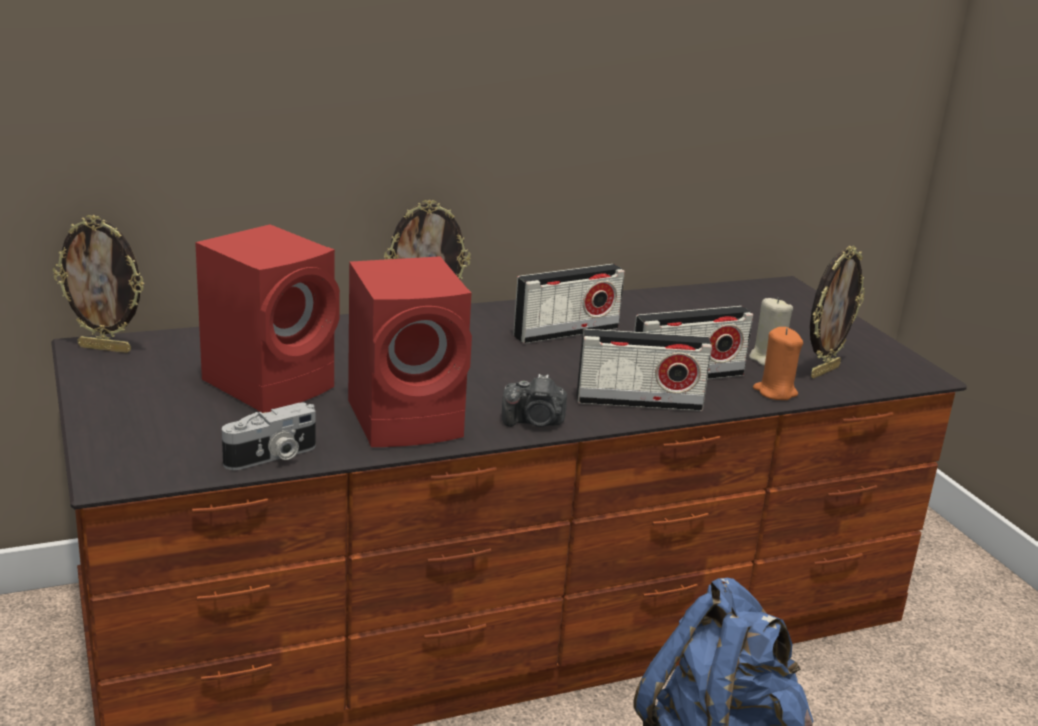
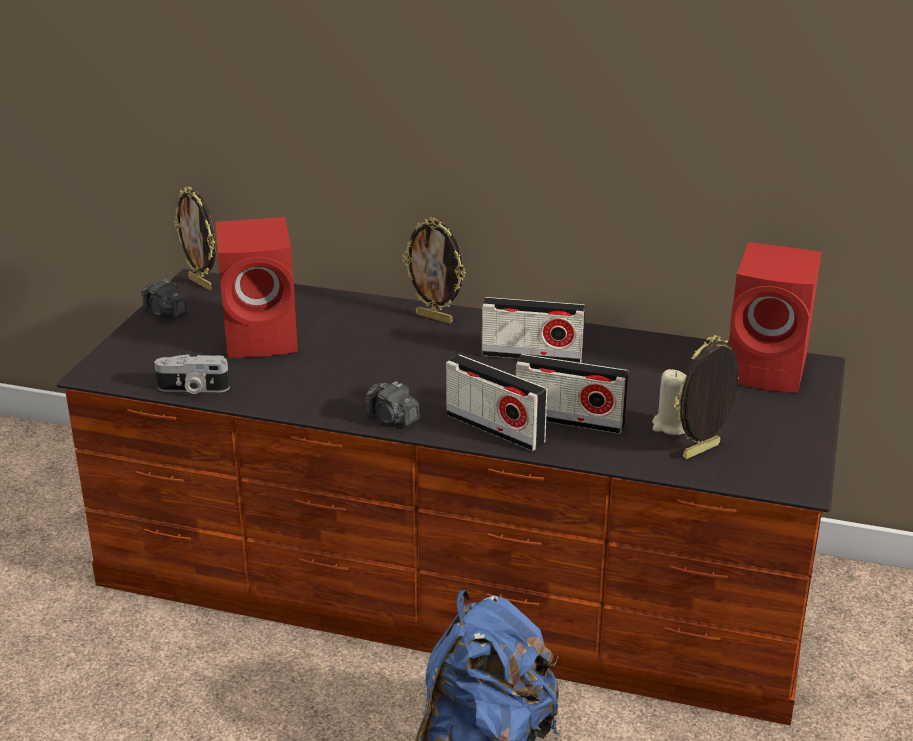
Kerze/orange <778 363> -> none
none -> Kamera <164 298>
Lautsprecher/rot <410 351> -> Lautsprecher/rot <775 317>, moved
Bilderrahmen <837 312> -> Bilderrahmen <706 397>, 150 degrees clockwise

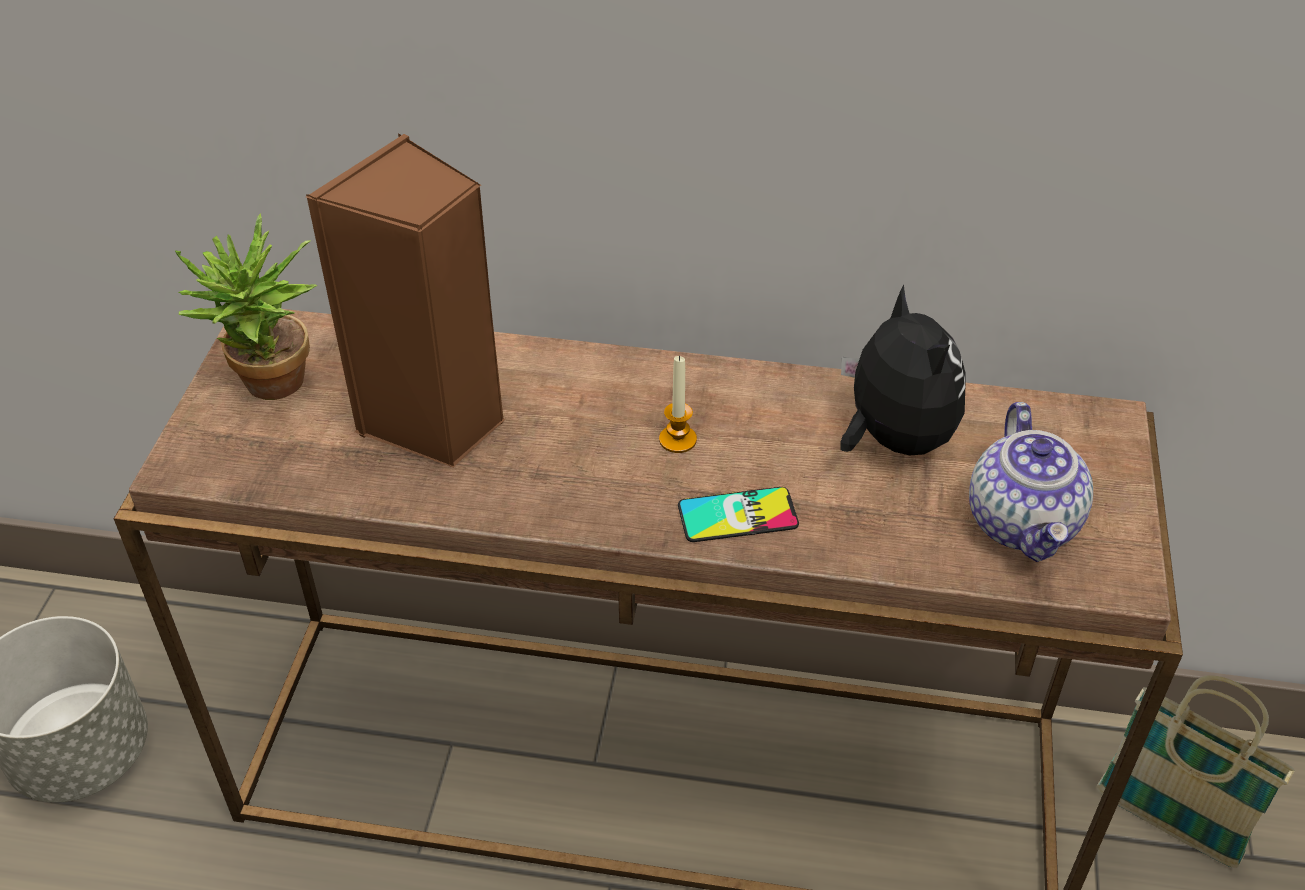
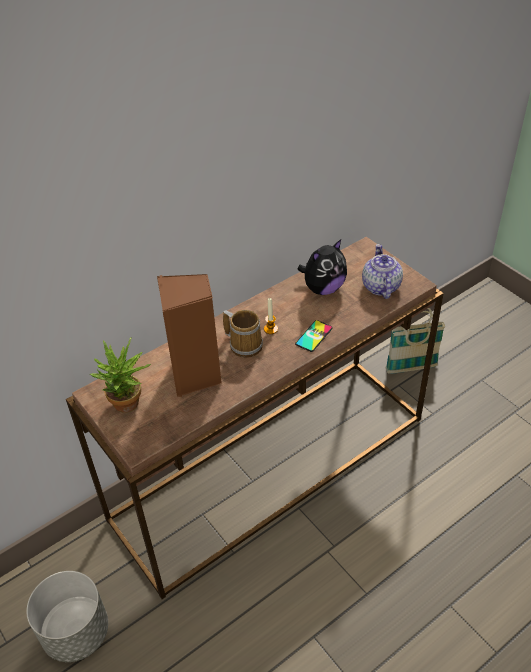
none -> Henkelbecher <243 333>
Plüschtier <903 370> -> Plüschtier <322 267>, 120 degrees clockwise
Teekanne <1031 482> -> Teekanne <382 271>, 135 degrees counterclockwise

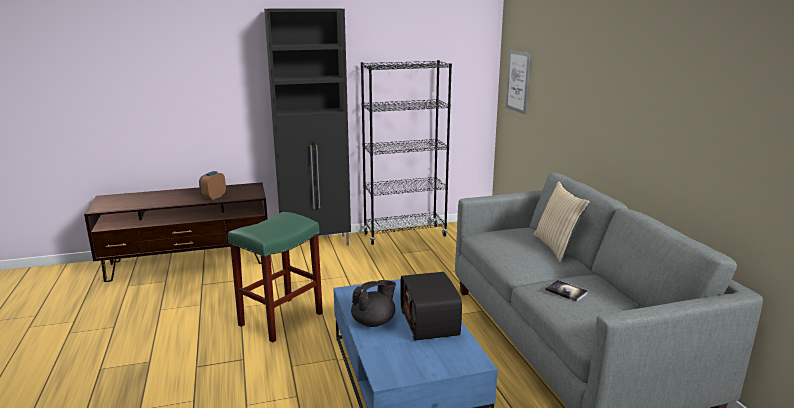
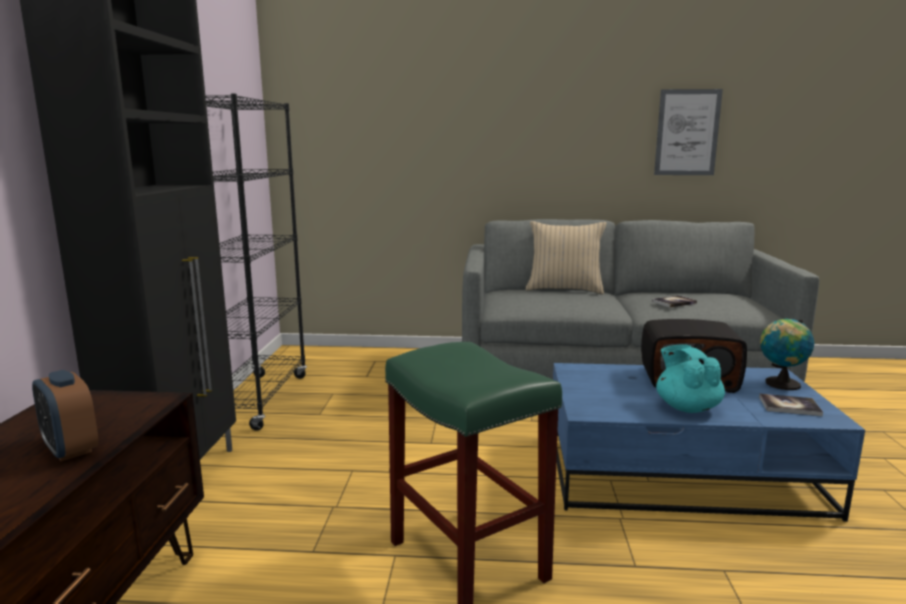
none -> Buch <791 405>
none -> Globus <787 354>
Bild <518 82> -> Bild <688 132>, moved
Teekanne/schwarz <373 303> -> Teekanne/türkis <690 379>

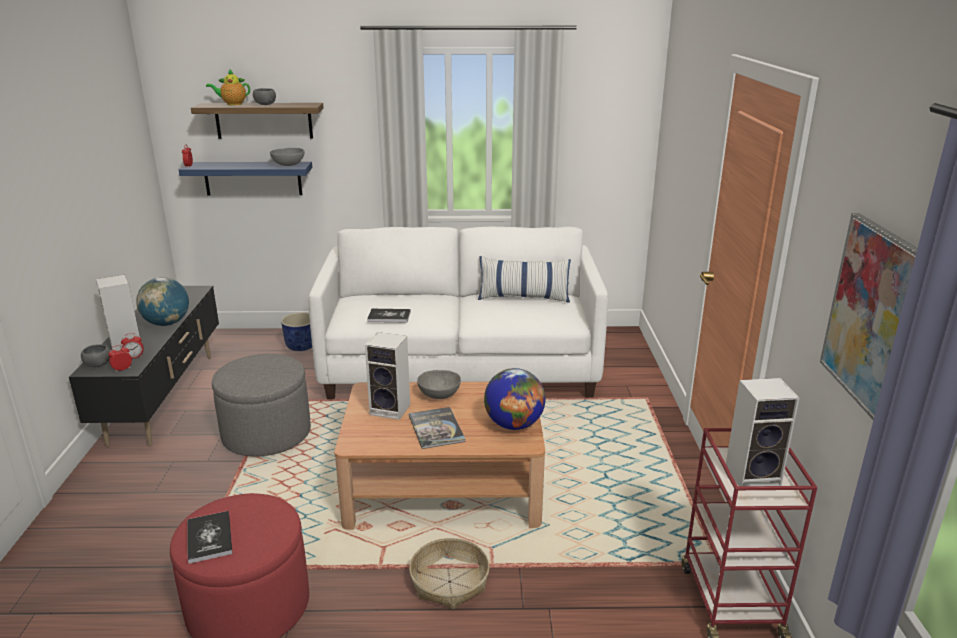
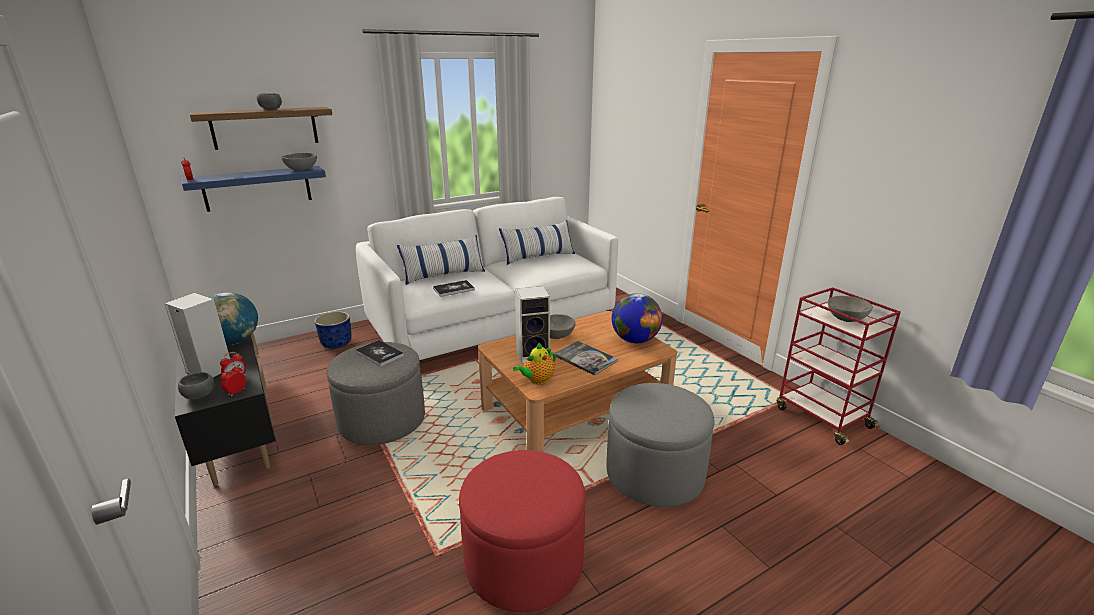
Bild <868 316> -> none
none -> Kissen <441 260>
Buch <209 537> -> Buch <379 353>, moved
Teekanne <228 87> -> Teekanne <534 364>, moved
Korb <449 574> -> Polsterhocker/grau <660 445>
Lautsprecher <762 432> -> Schüssel/grau <850 309>

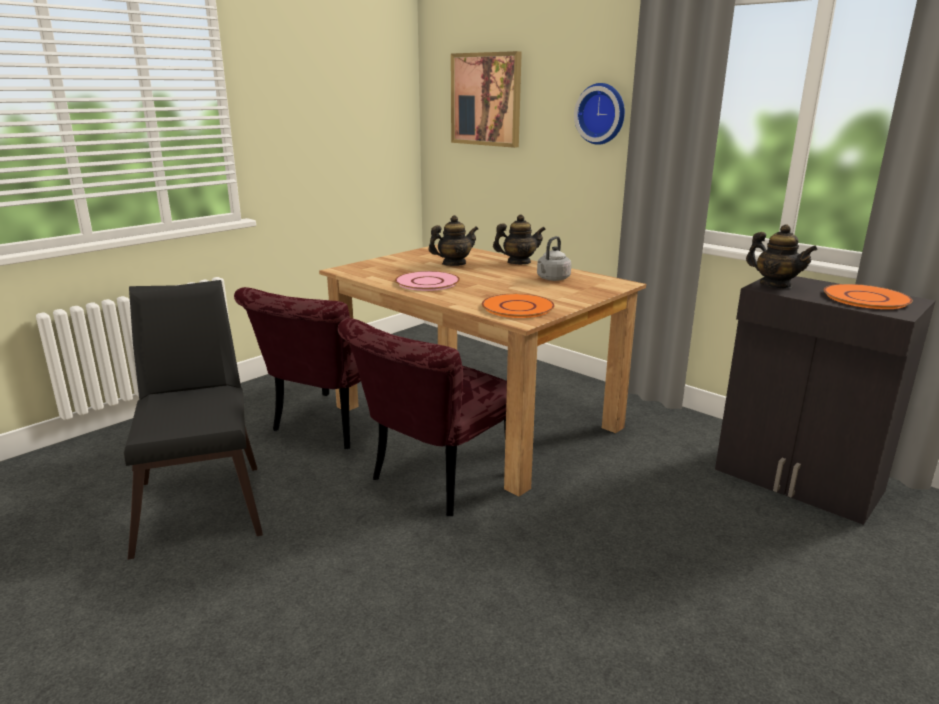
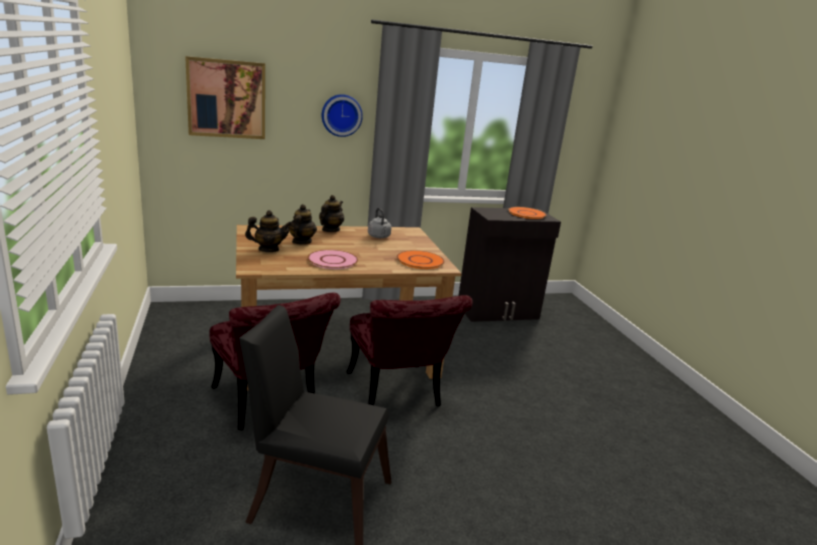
Teekanne <781 256> -> Teekanne <268 231>, moved

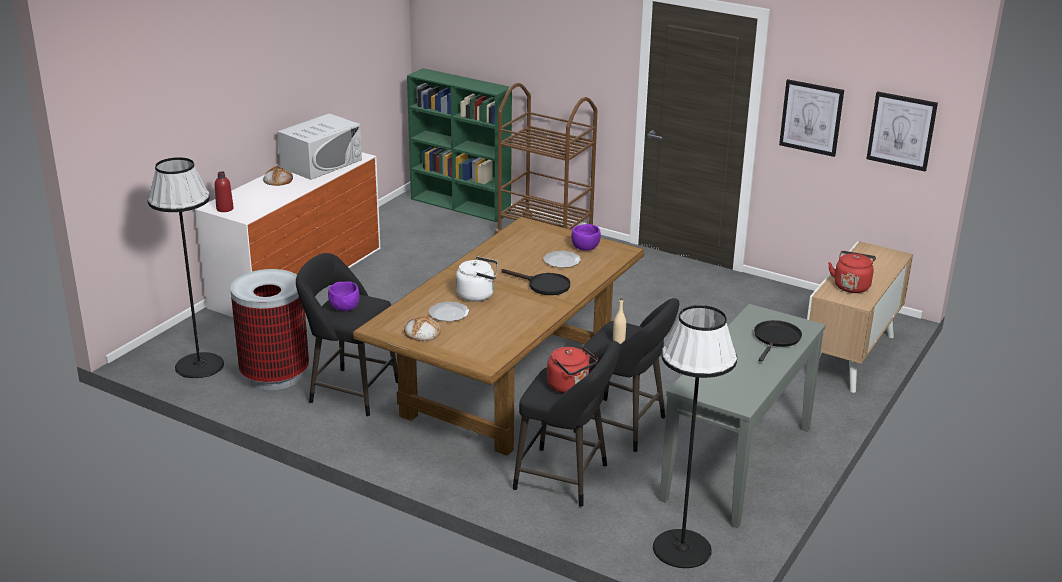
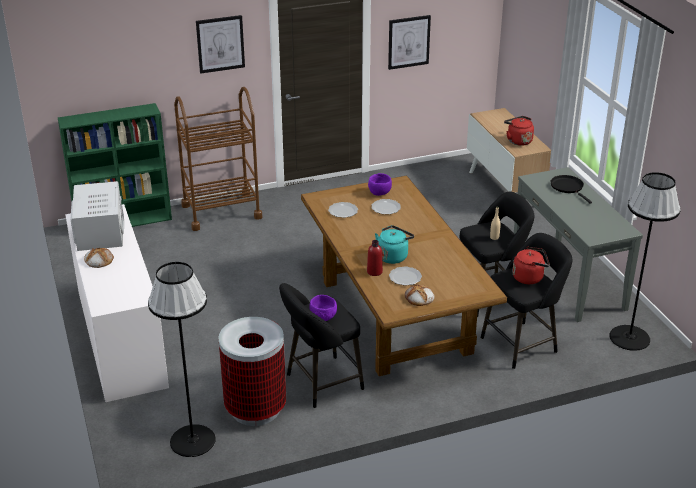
Pfanne/schwarz <535 282> -> none
none -> Teller <343 210>
Flasche/rot <224 191> -> Flasche/rot <375 258>, moved
Bild <902 131> -> Bild <220 44>, moved
Wasserkessel/weiß <477 278> -> Wasserkessel/türkis <394 244>

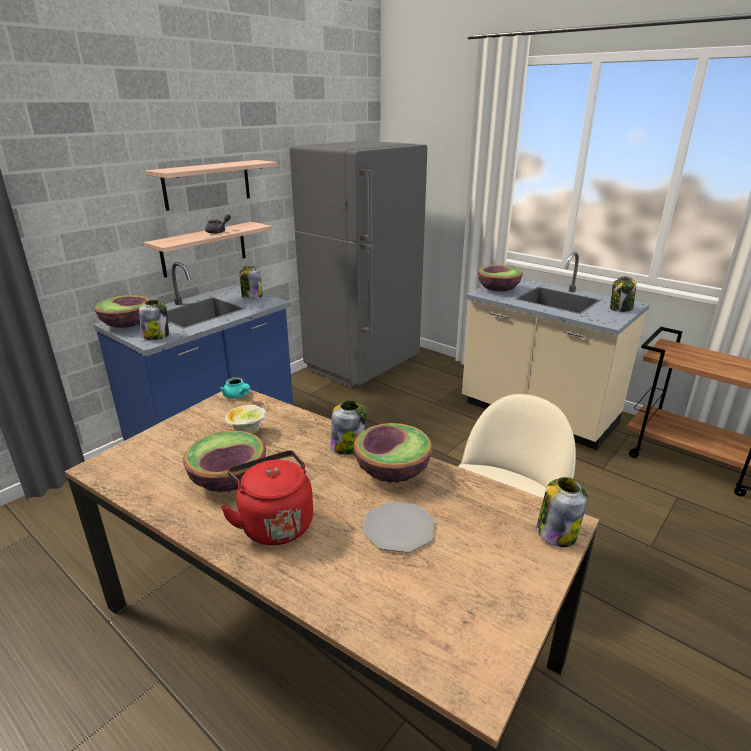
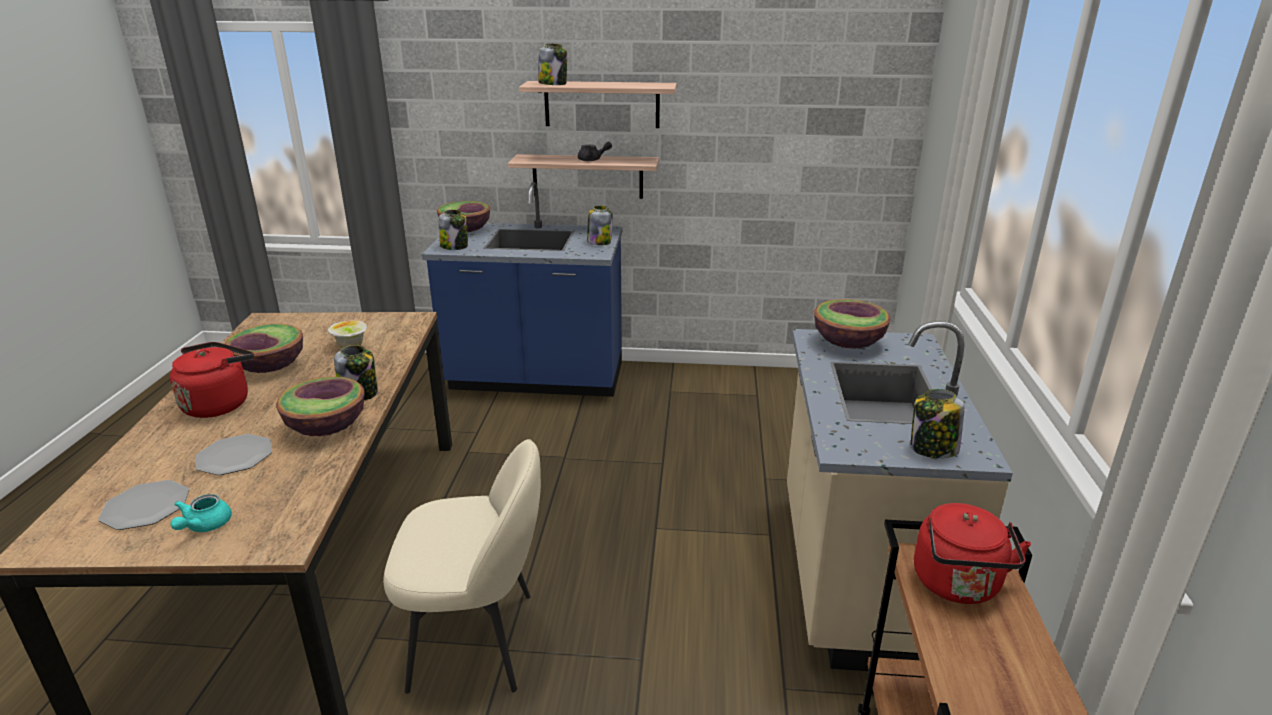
Kühlschrank/grau <358 264> -> none
none -> Teller <143 505>
none -> Wasserkessel/rot <972 553>
Teekanne/türkis <234 388> -> Teekanne/türkis <201 513>, moved
Vorratsglas <562 512> -> Vorratsglas <552 64>, moved

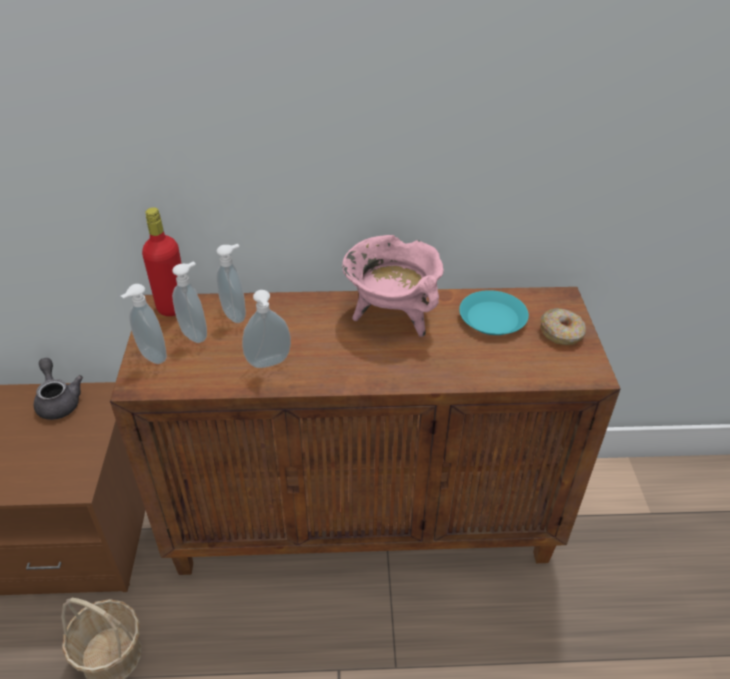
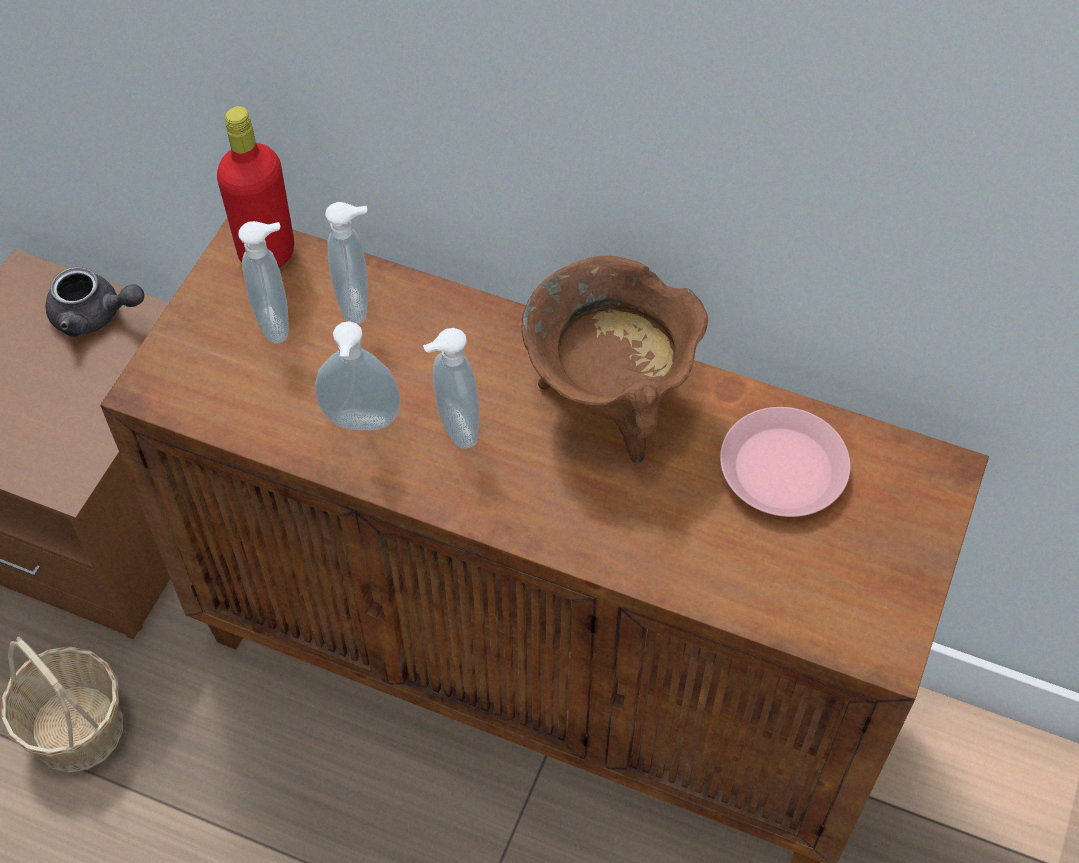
Donut <563 326> -> none
Seifenspender <144 324> -> Seifenspender <451 388>, moved
Kochtopf/rosa <393 286> -> Kochtopf/braun <614 359>
Teller/türkis <494 312> -> Teller/rosa <785 462>
Teekanne/grau <58 389> -> Teekanne/grau <95 302>, 105 degrees clockwise

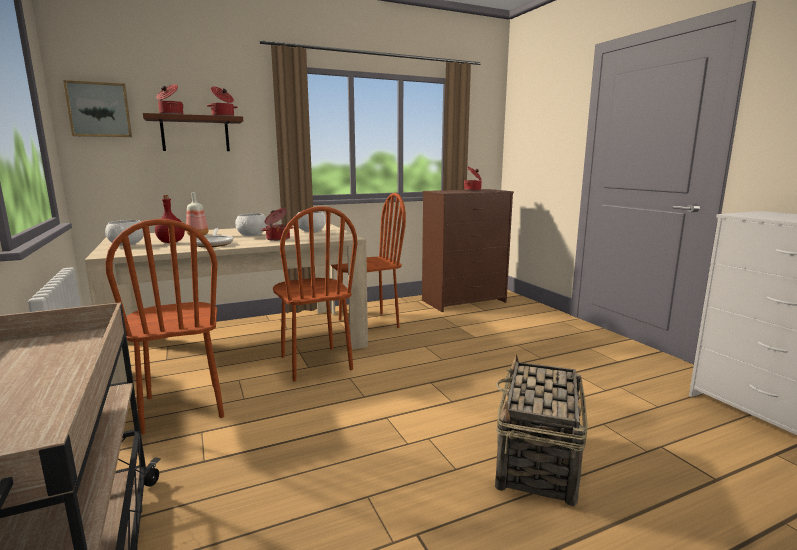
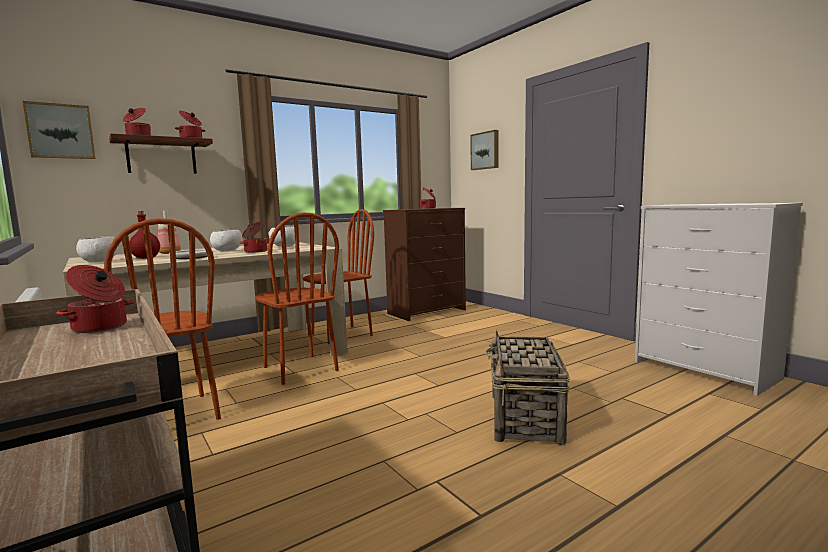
none -> Kochtopf <95 299>
none -> Bild <484 150>

